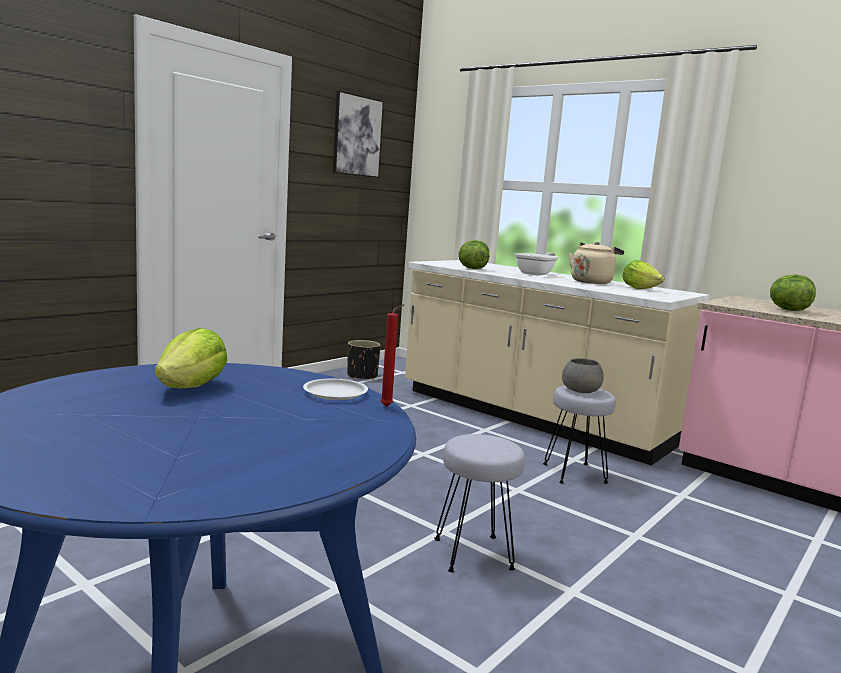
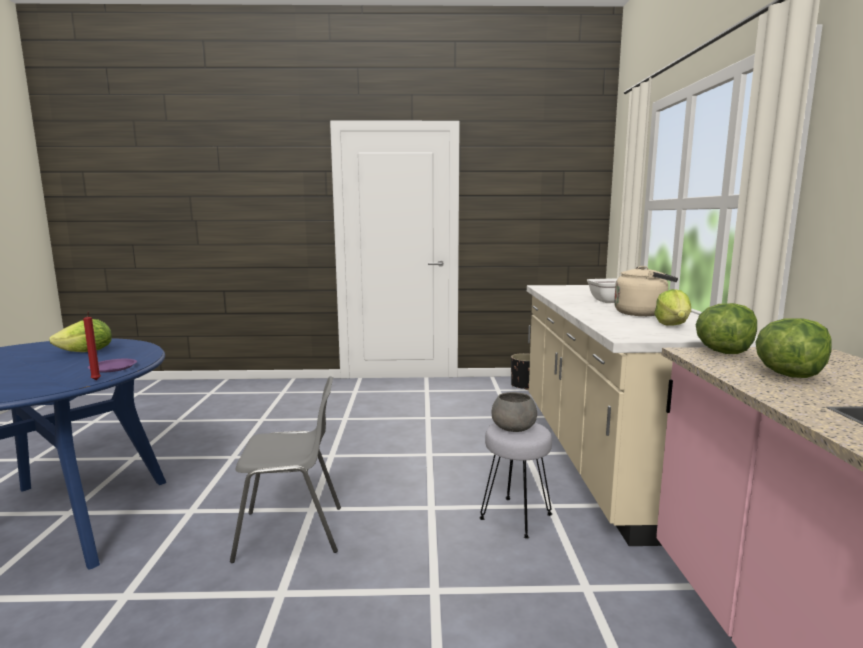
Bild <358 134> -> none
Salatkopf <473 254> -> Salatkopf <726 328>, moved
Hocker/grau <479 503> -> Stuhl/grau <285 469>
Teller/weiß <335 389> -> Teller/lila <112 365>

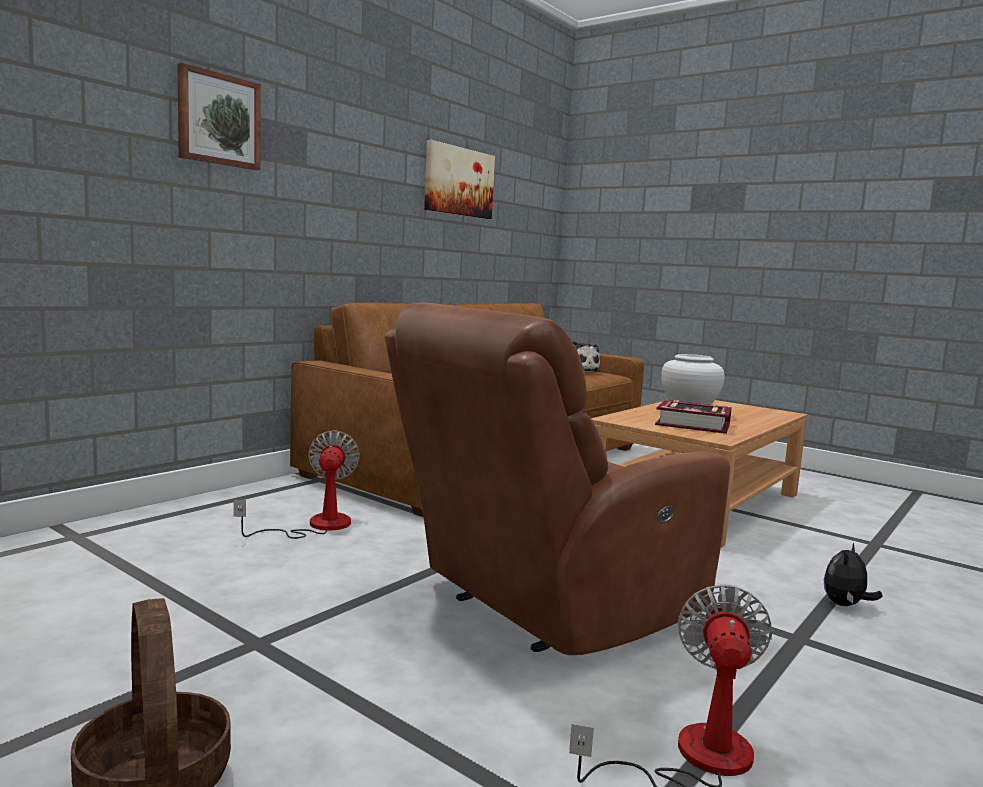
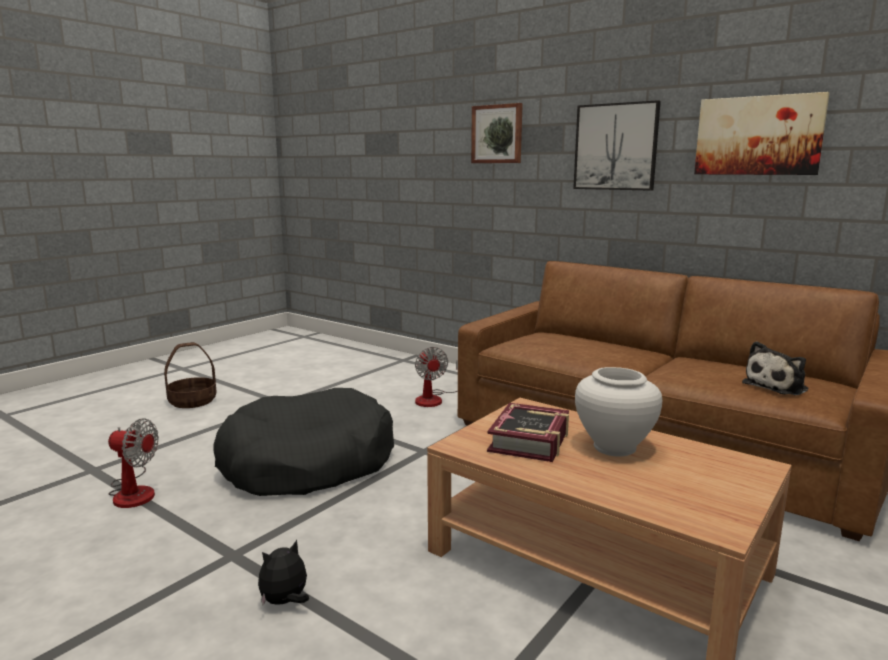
none -> Bild <617 145>
Sessel/braun <557 478> -> Hundebett/schwarz <303 442>
Ventilator <297 484> -> Ventilator <436 377>, 75 degrees clockwise
Plüschtier <853 574> -> Plüschtier <283 573>, 75 degrees counterclockwise

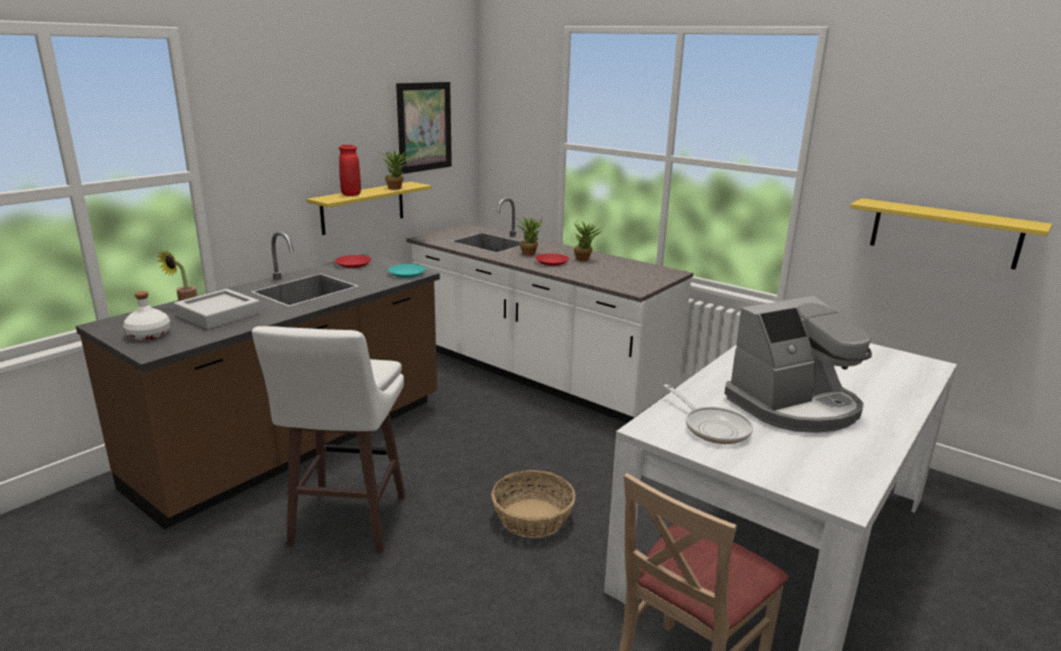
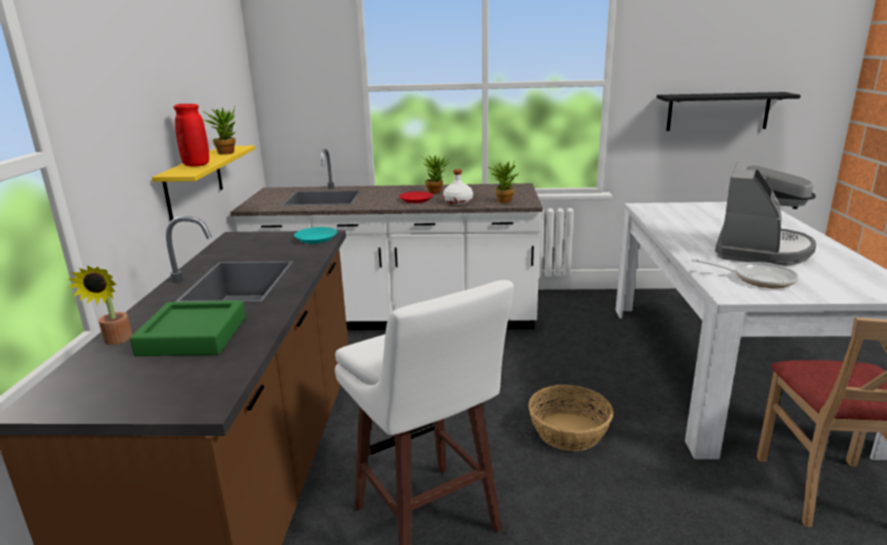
Teller/rot <353 261> -> none
Bild <424 128> -> none
Flasche/weiß <147 315> -> Flasche/weiß <458 187>, moved
Topfpflanze <530 236> -> Topfpflanze <503 181>, moved
Tablett/grau <217 309> -> Tablett/grün <188 328>
Wandregal/gelb <951 233> -> Wandregal/schwarz <729 111>

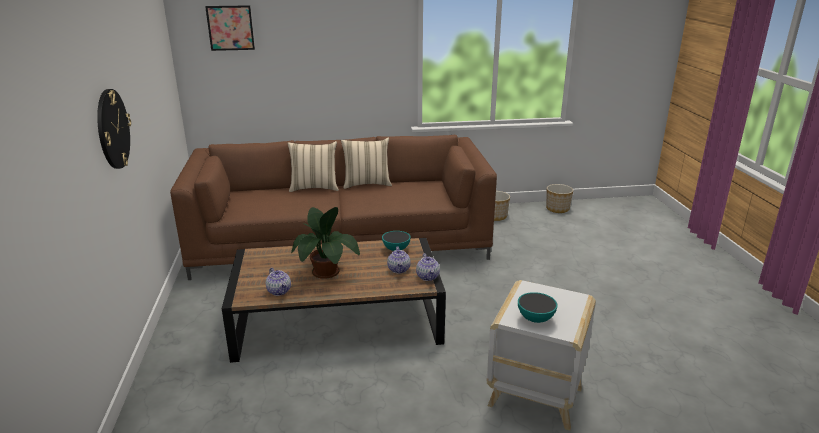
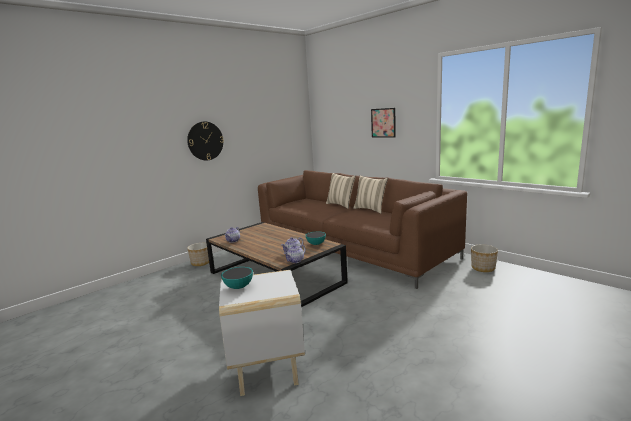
Topfpflanze <325 243> -> none
Bild <230 28> -> Bild <383 123>, moved
Pflanzkübel <559 198> -> Pflanzkübel <198 254>, moved

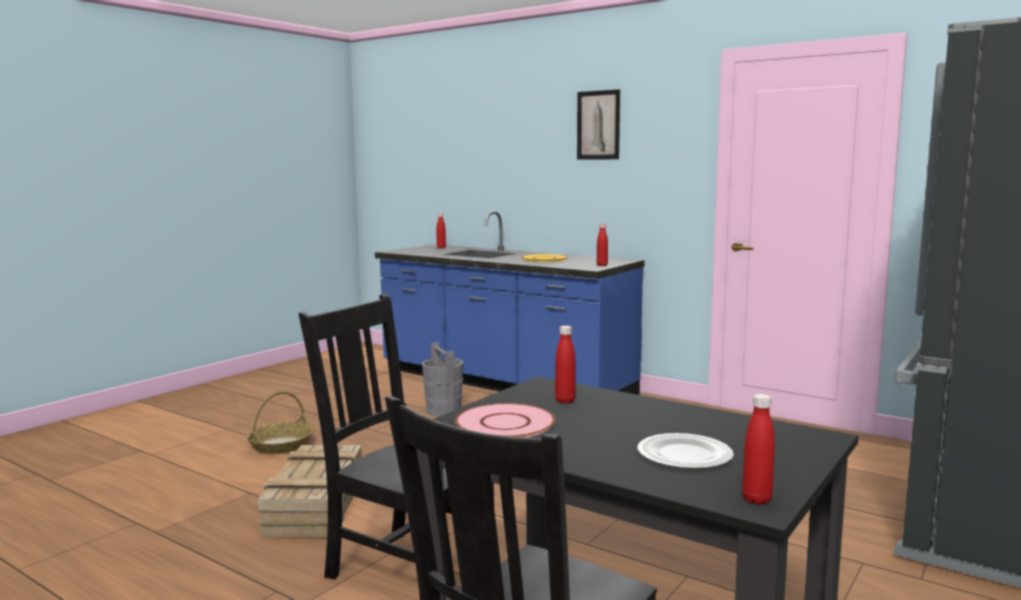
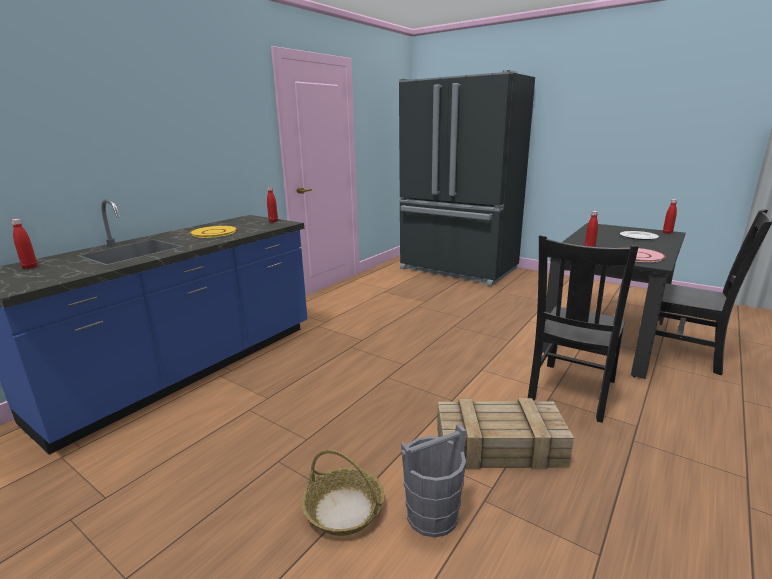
Bild <598 124> -> none
Eimer/grau <443 379> -> Eimer/grau <433 481>, moved

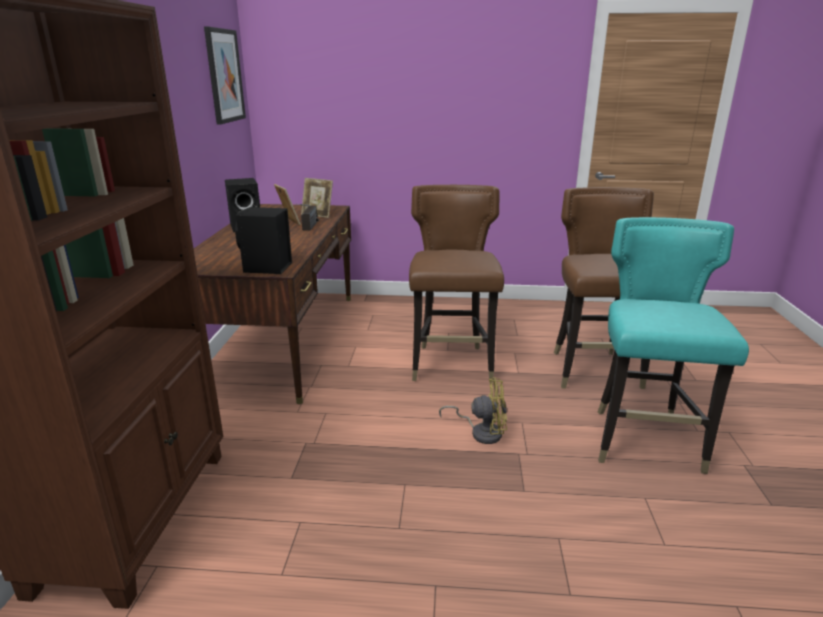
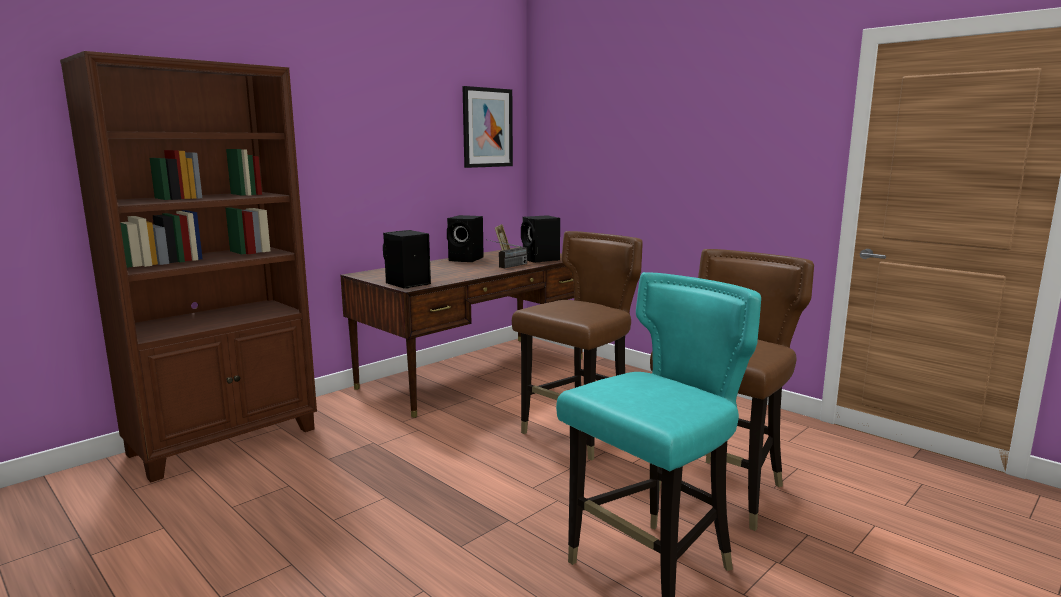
Ventilator/gelb <473 411> -> none
Bilderrahmen <317 198> -> Lautsprecher/schwarz <540 239>

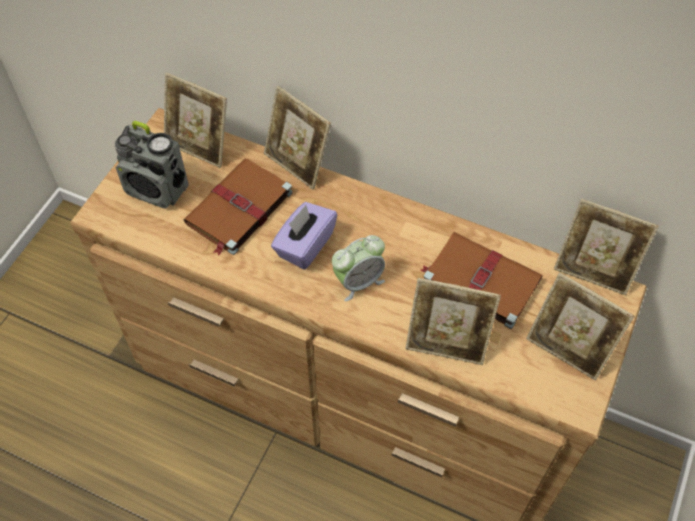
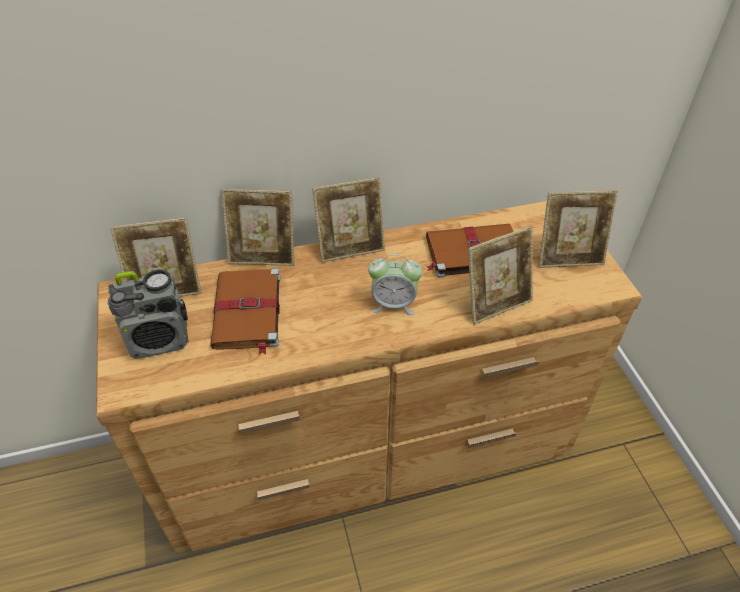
Taschentuchbox/lila <304 236> -> none
Bilderrahmen <606 247> -> Bilderrahmen <348 220>, moved
Wecker <358 268> -> Wecker <395 284>, 75 degrees clockwise

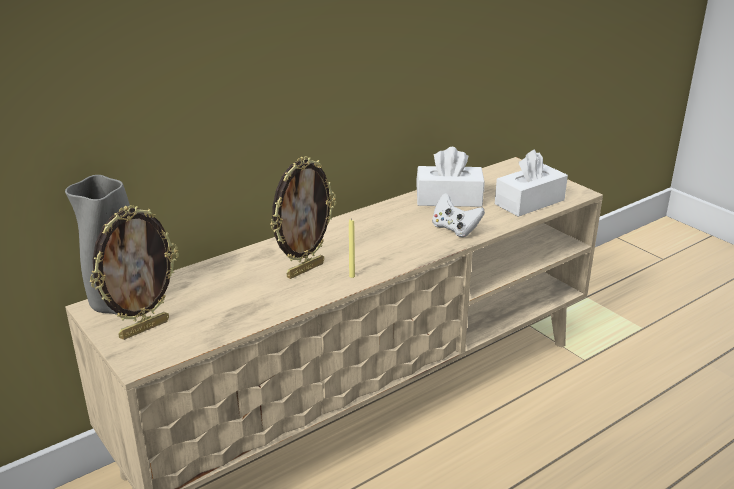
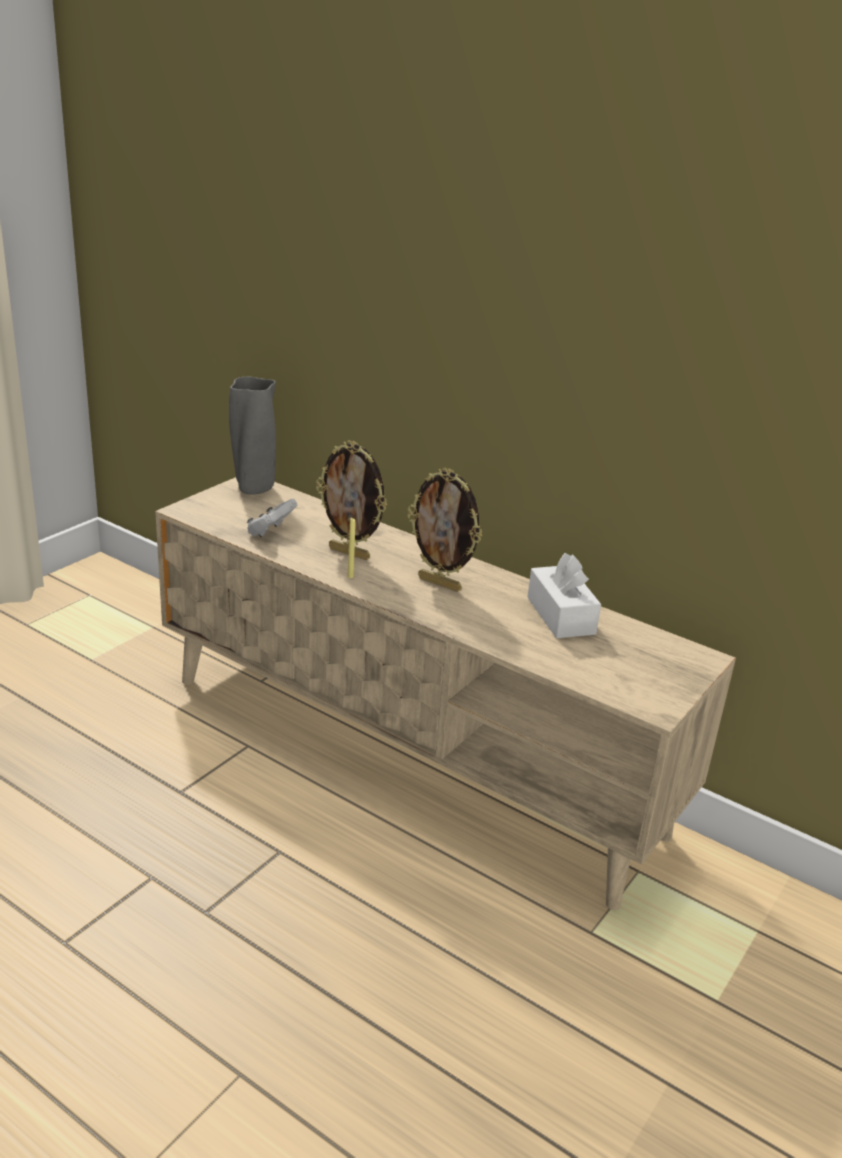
Taschentuchbox/weiß <531 183> -> none
Bilderrahmen <134 272> -> Bilderrahmen <445 530>, moved
Gamepad/weiß <458 215> -> Gamepad/weiß <272 518>, moved

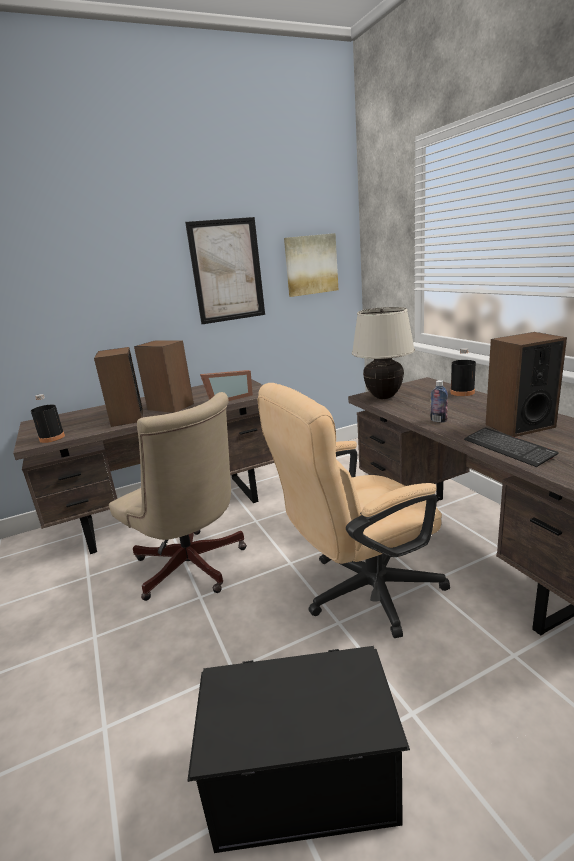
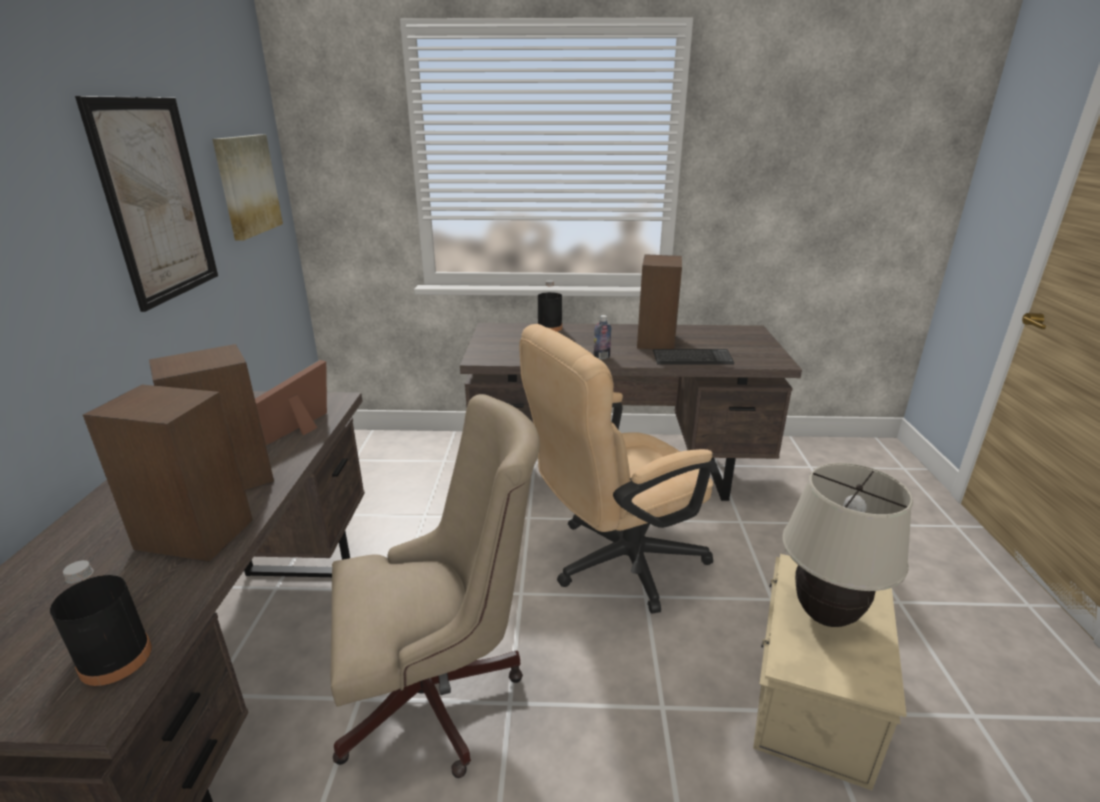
Tischlampe/beige <383 353> -> Tischlampe/beige <847 545>, moved
Aufbewahrungsbox/schwarz <298 749> -> Aufbewahrungsbox/beige <830 672>
Bilderrahmen <226 385> -> Bilderrahmen <291 402>, 150 degrees counterclockwise
Bürostuhl/beige <354 510> -> Bürostuhl/beige <616 469>, 60 degrees clockwise

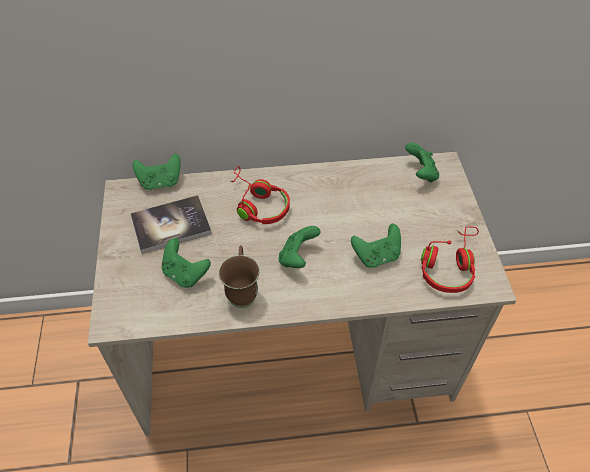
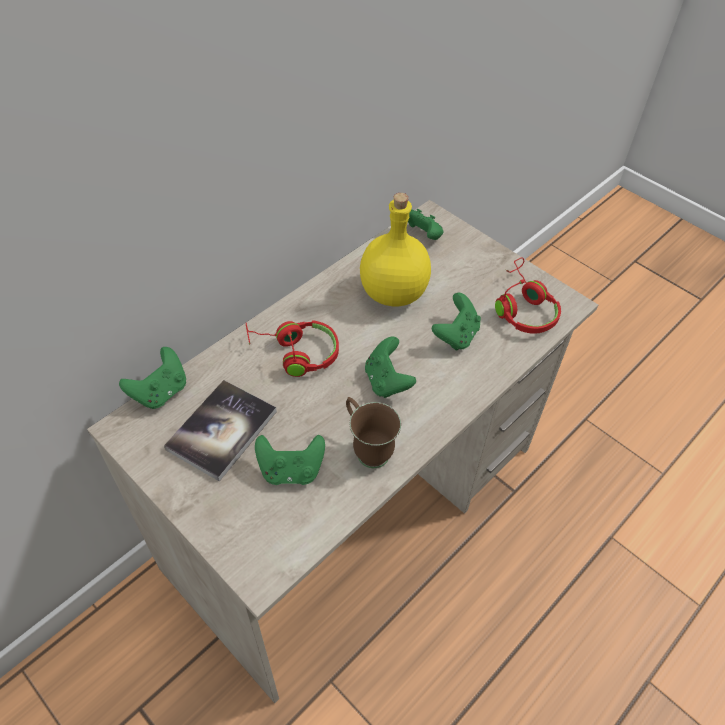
none -> Flasche/gelb <395 249>

